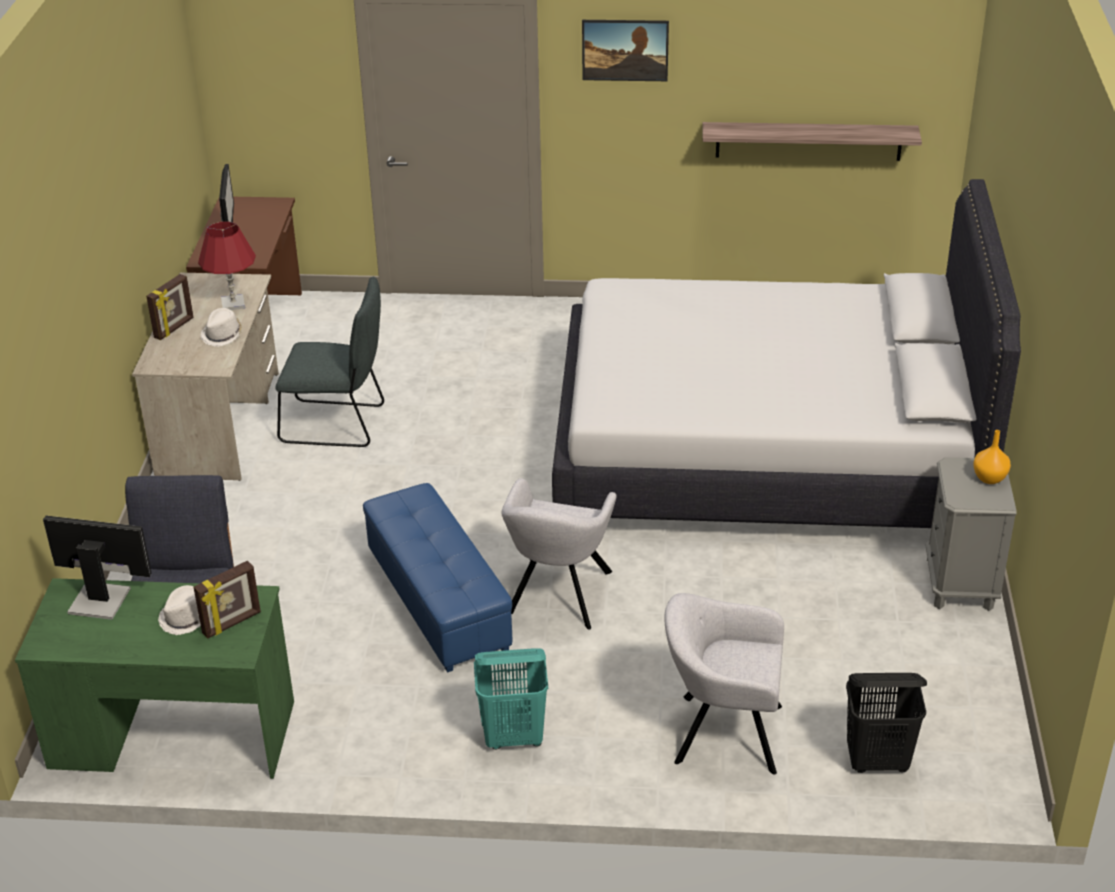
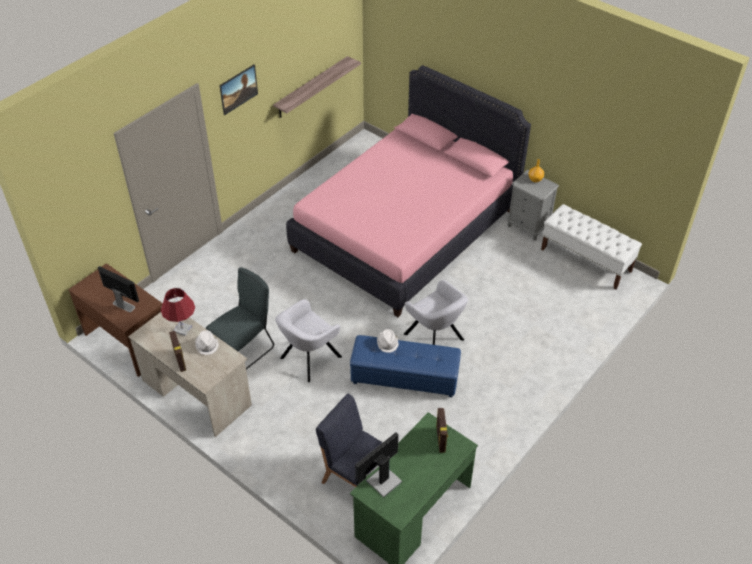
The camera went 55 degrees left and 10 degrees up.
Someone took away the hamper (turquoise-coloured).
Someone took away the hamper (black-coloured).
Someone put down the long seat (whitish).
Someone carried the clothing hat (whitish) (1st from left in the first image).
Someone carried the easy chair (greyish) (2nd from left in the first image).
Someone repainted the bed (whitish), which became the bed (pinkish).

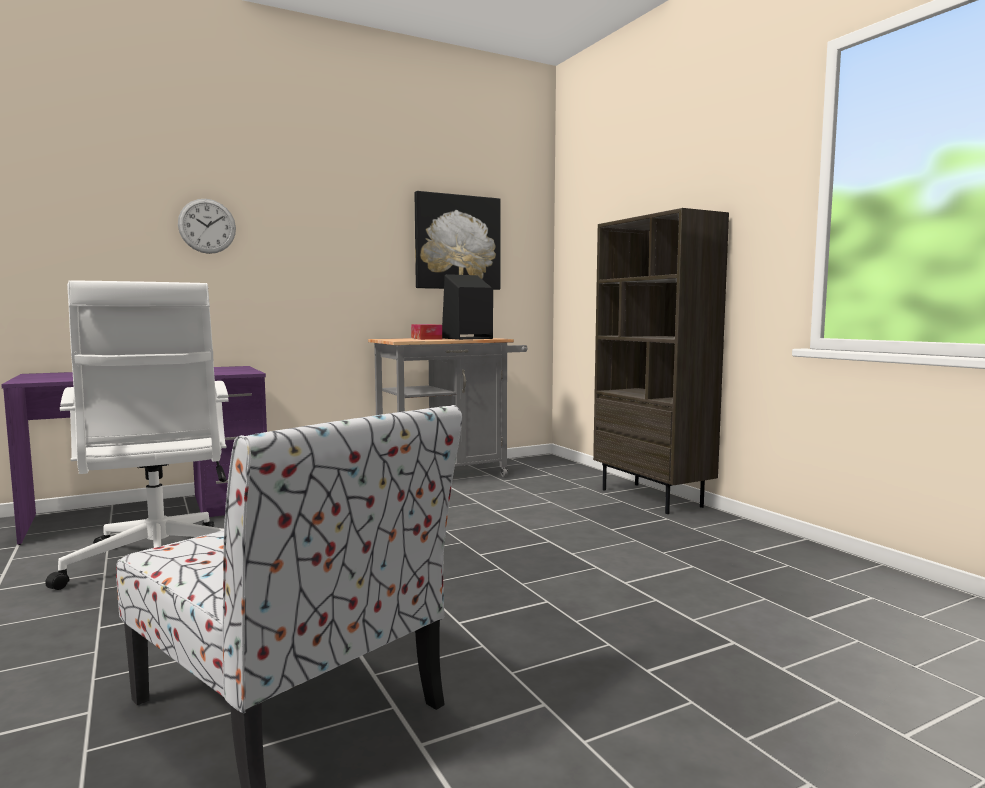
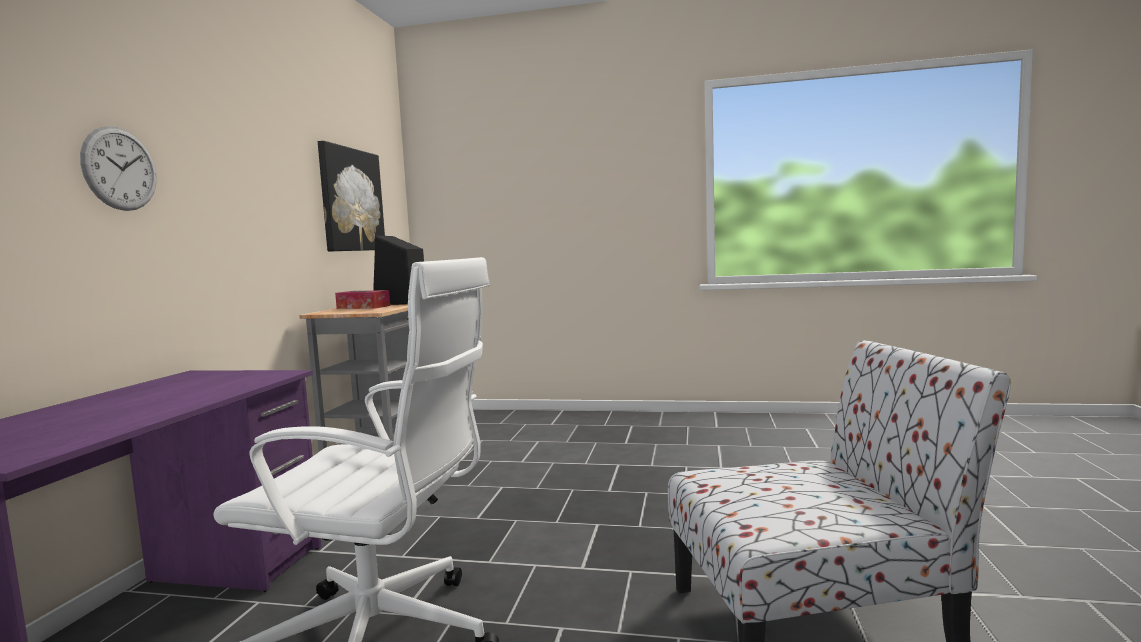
The camera went 50 degrees left and 0 degrees up.
Someone took away the bookshelf (brown).

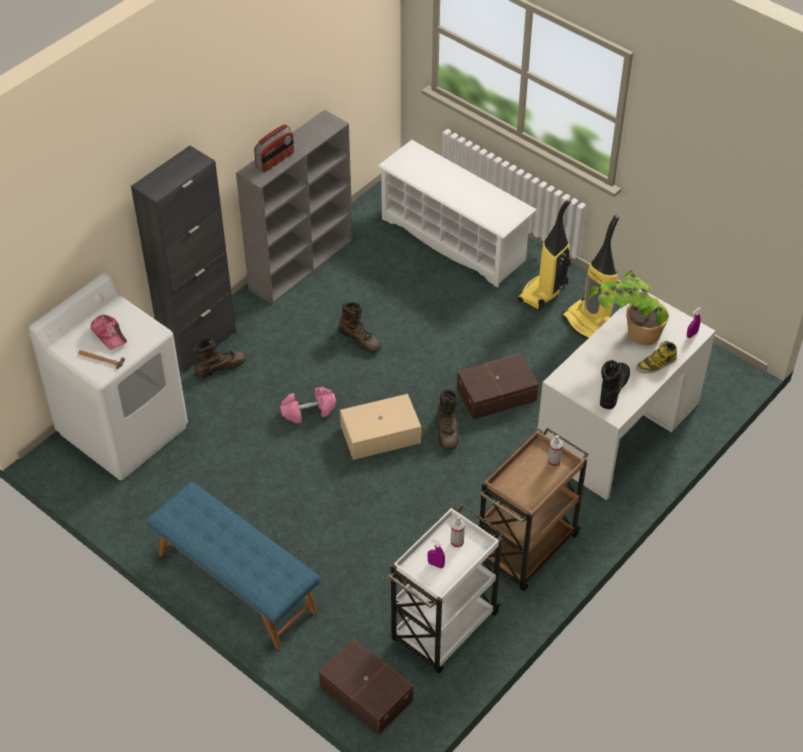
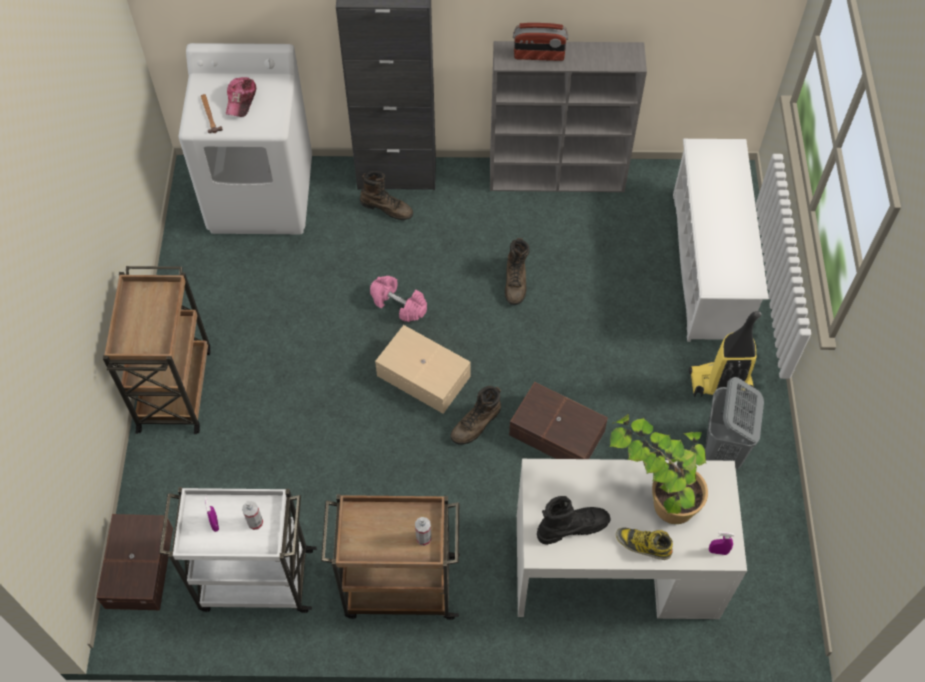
The camera went 50 degrees right and 10 degrees up.
Someone swapped the long seat (bluish) for the wheeled cart (brown) (1st from left).
Someone swapped the vacuum cleaner (2nd from left) for the hamper (greyish).

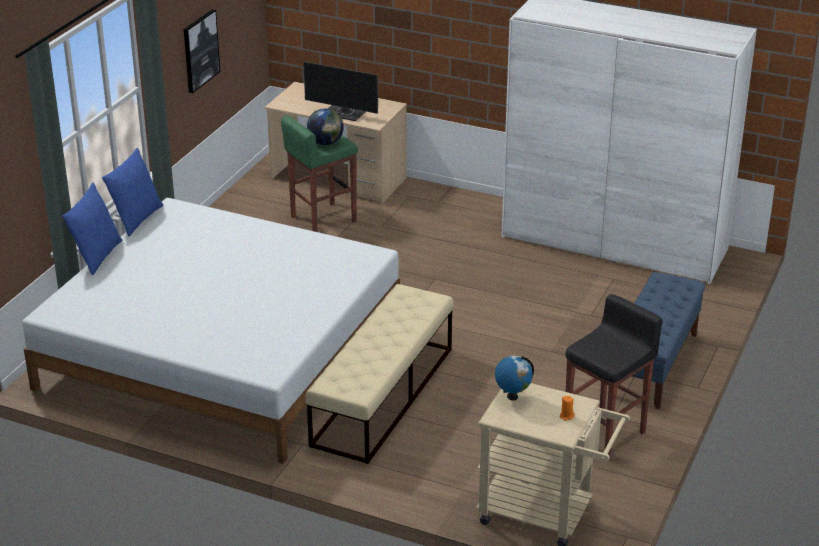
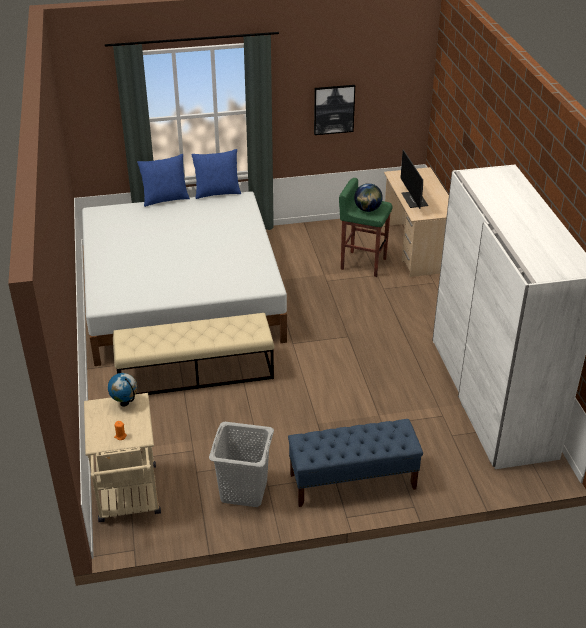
The camera went 55 degrees right and 5 degrees up.
Someone swapped the stool (black-coloured) for the hamper (greyish).

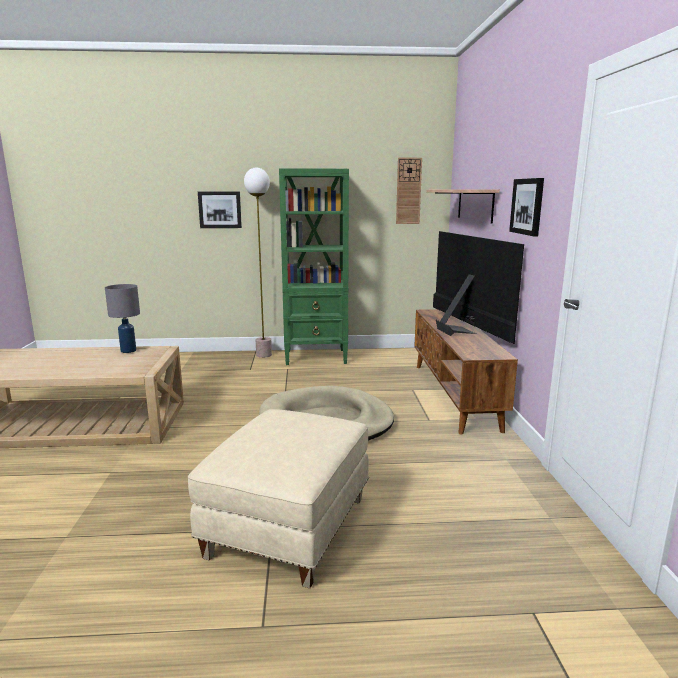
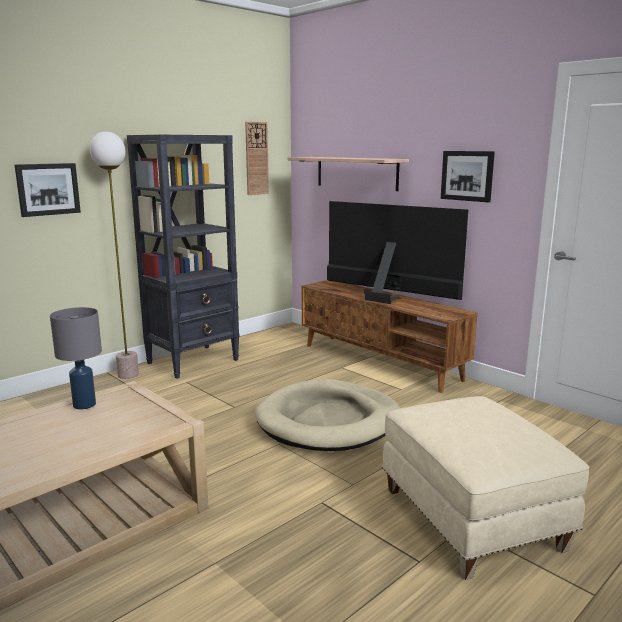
The camera went 40 degrees left and 0 degrees up.
Someone repainted the bookshelf (green), which became the bookshelf (black-coloured).

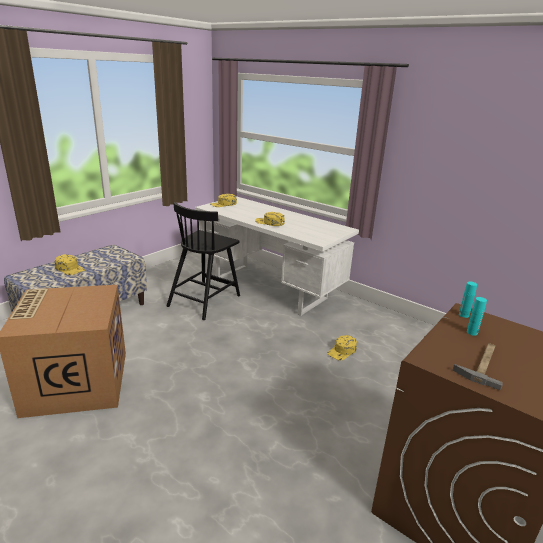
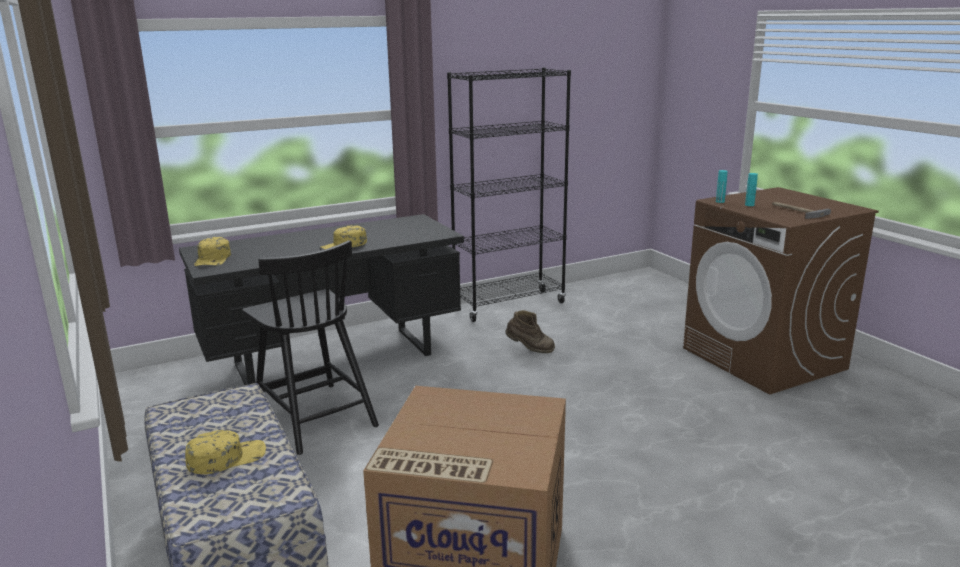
The camera went 65 degrees left and 5 degrees down.
Someone put down the bookshelf (black-coloured).
Someone swapped the peaked cap (yellow) (4th from left) for the boot (brown).
Someone repainted the desk (whitish), which became the desk (black-coloured).

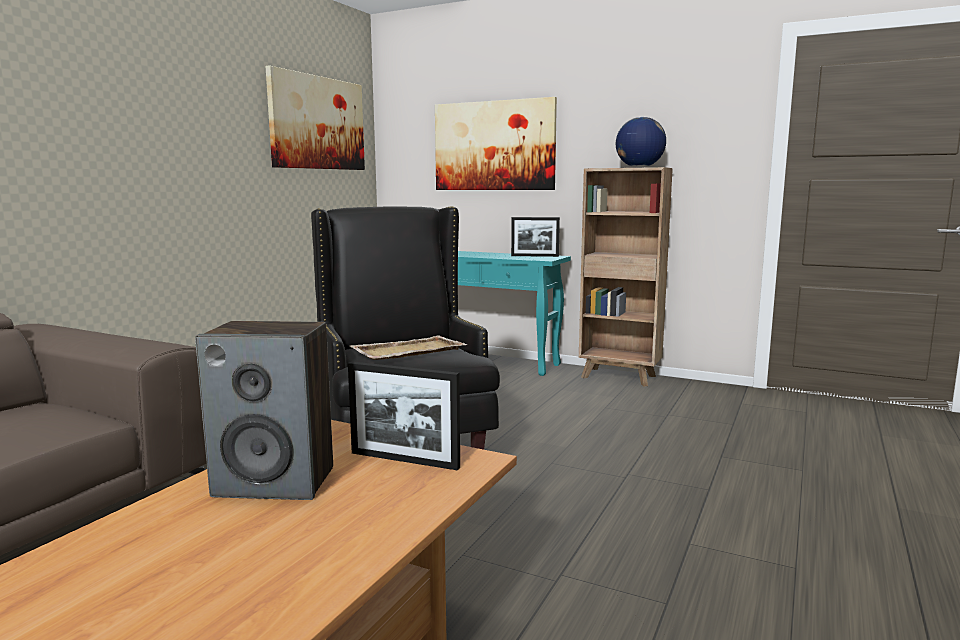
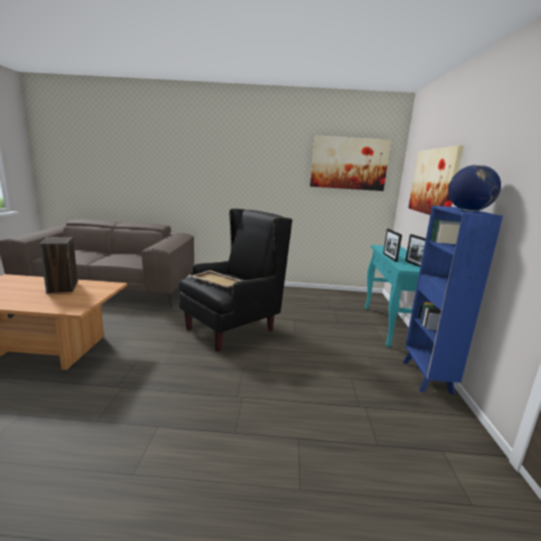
The camera went 65 degrees right and 5 degrees up.
Someone carried the standing frame (1st from left).
Someone repainted the bookshelf (brown), which became the bookshelf (bluish).

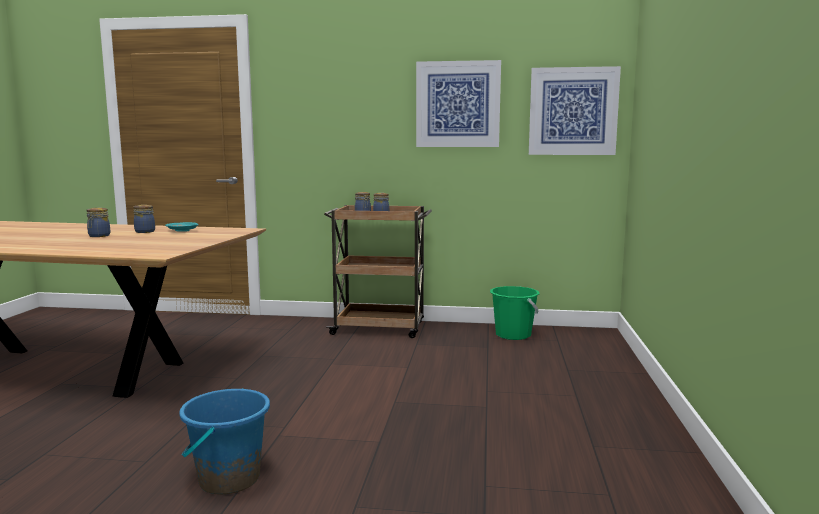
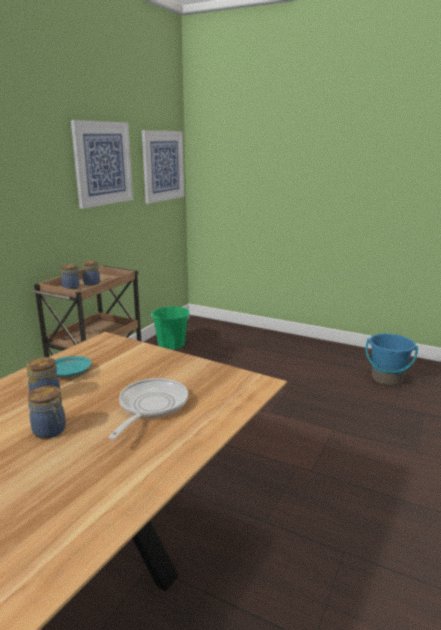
The camera went 70 degrees left and 10 degrees up.
Someone put down the pan.
Someone carried the pail (bluish).

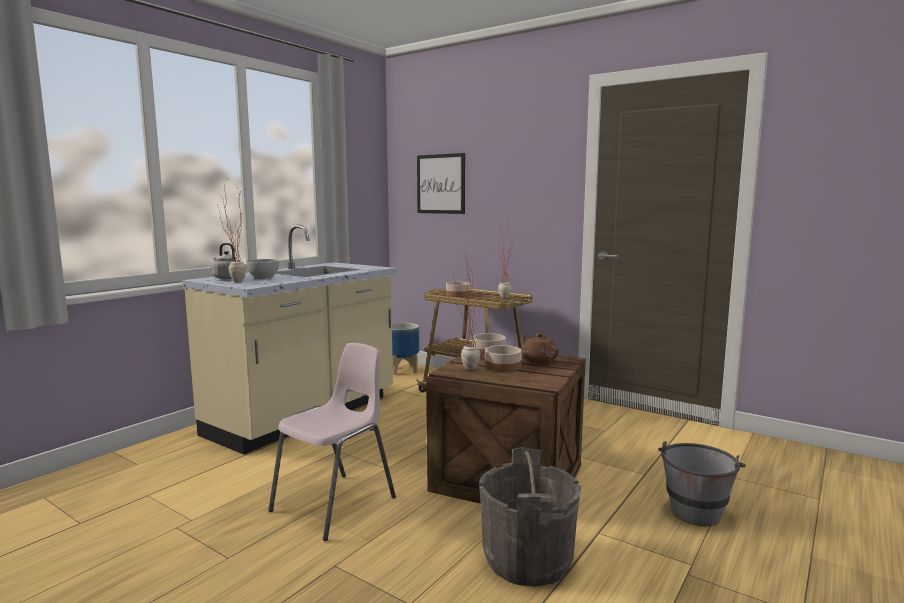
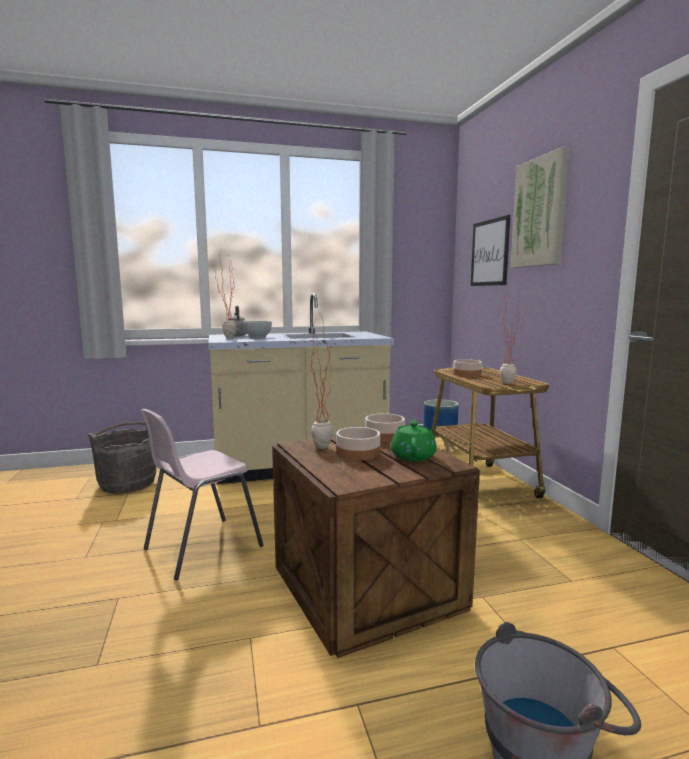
The camera went 40 degrees right and 0 degrees up.
Someone put up the wall picture (2nd from left).
Someone carried the pail (greyish) (1st from left).
Someone repainted the tea pot (brown), which became the tea pot (green).
Someone rotated the chair (pinkish) by 150 degrees clockwise.

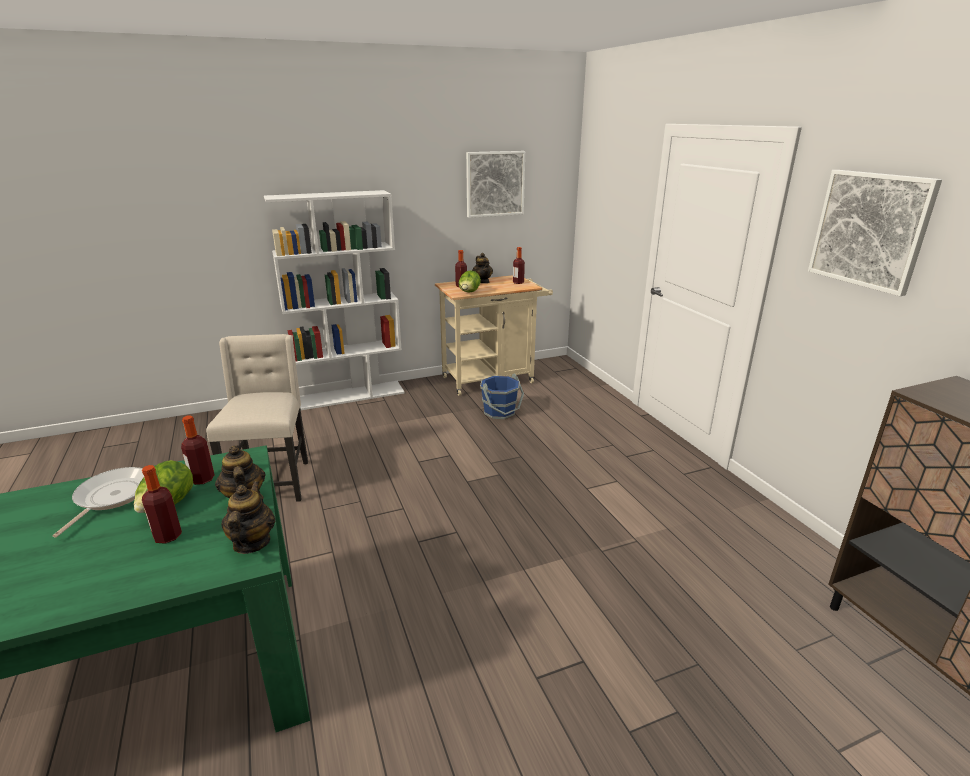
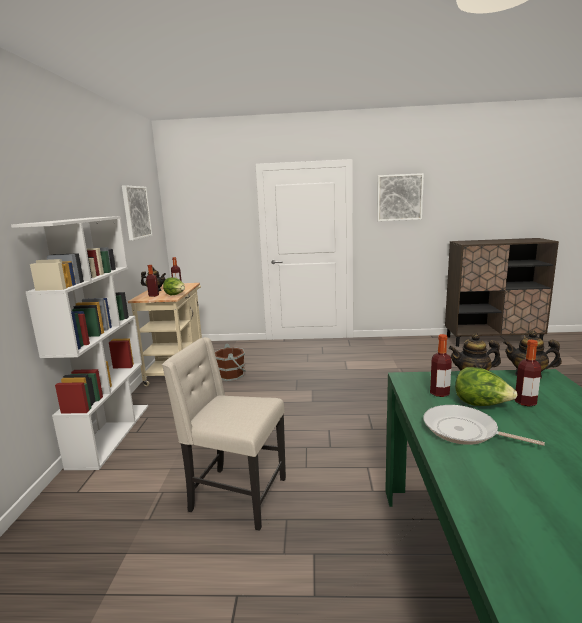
The camera went 65 degrees left and 10 degrees down.
Someone repainted the pail (bluish), which became the pail (brown).

